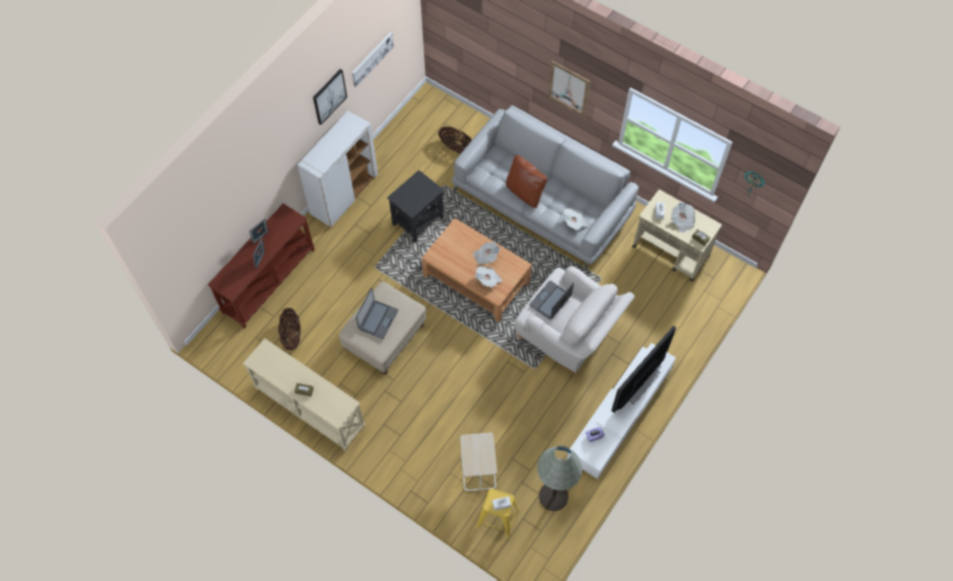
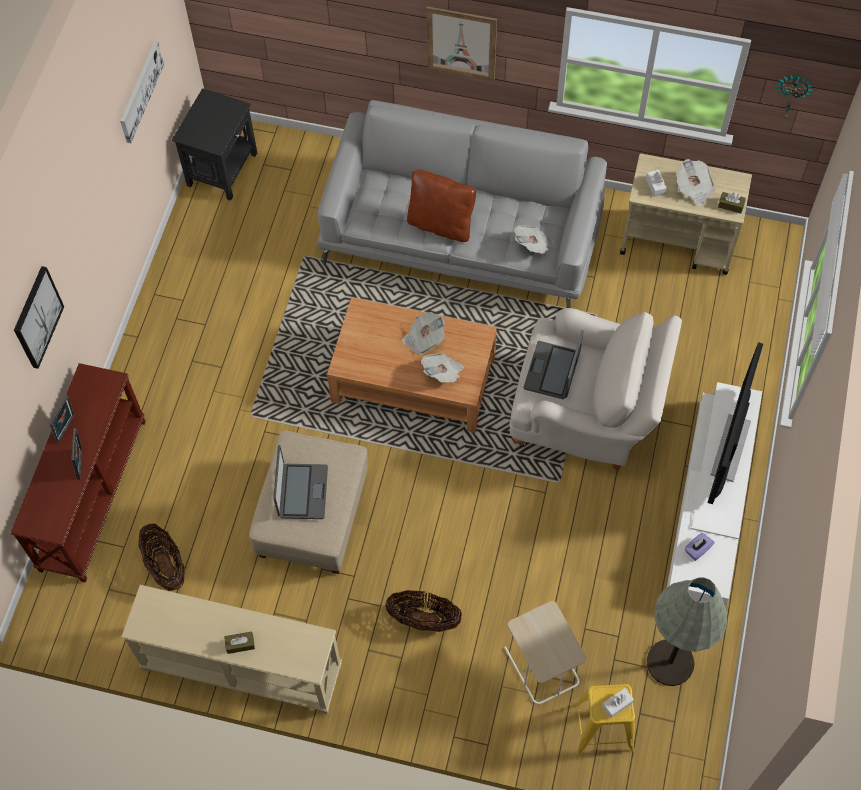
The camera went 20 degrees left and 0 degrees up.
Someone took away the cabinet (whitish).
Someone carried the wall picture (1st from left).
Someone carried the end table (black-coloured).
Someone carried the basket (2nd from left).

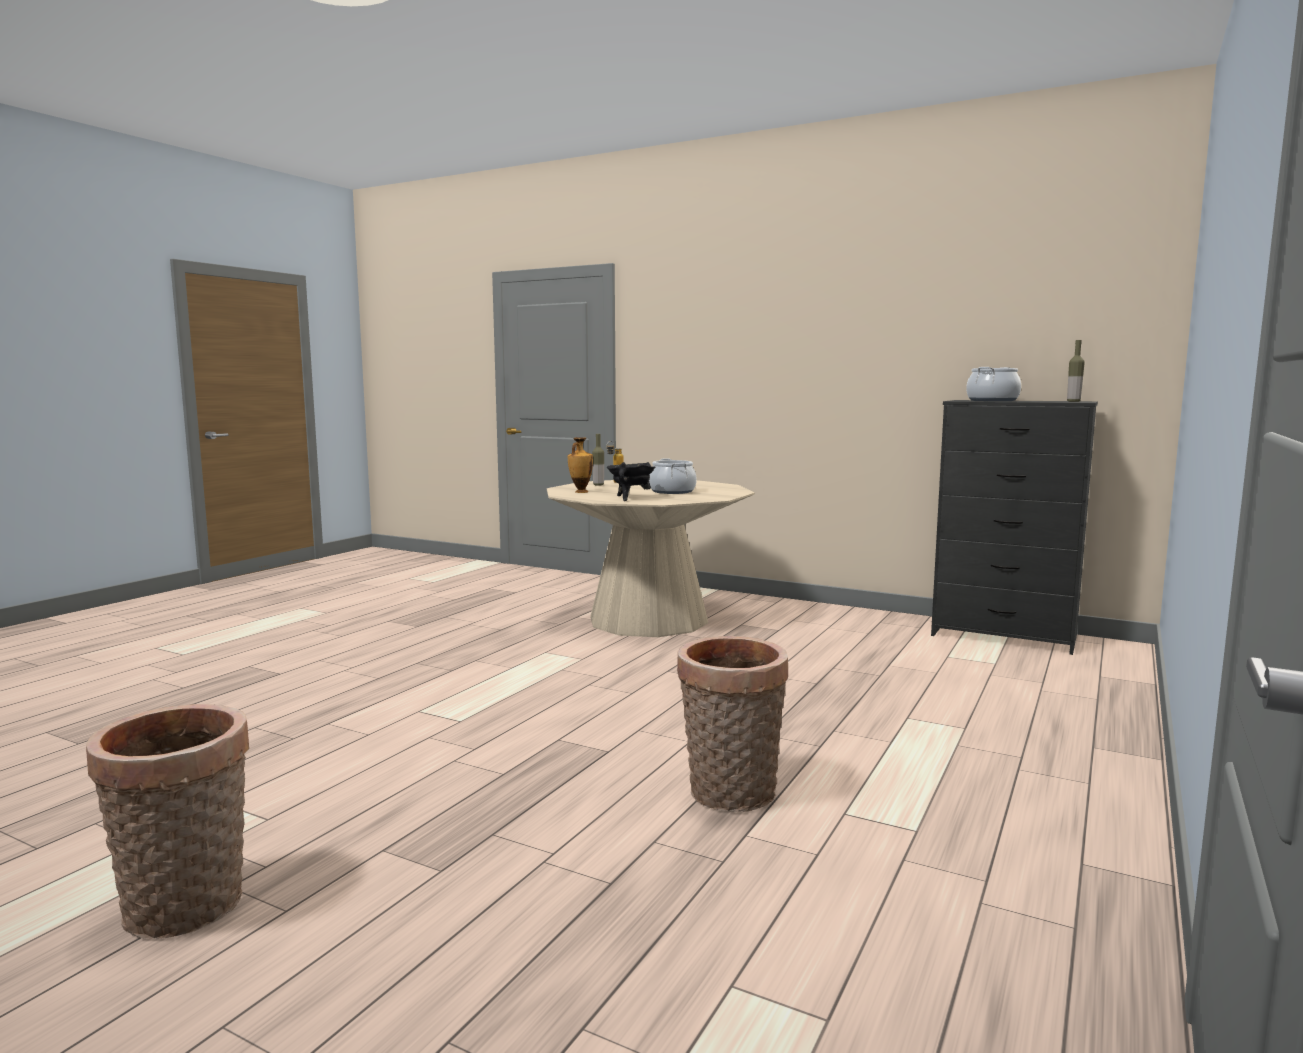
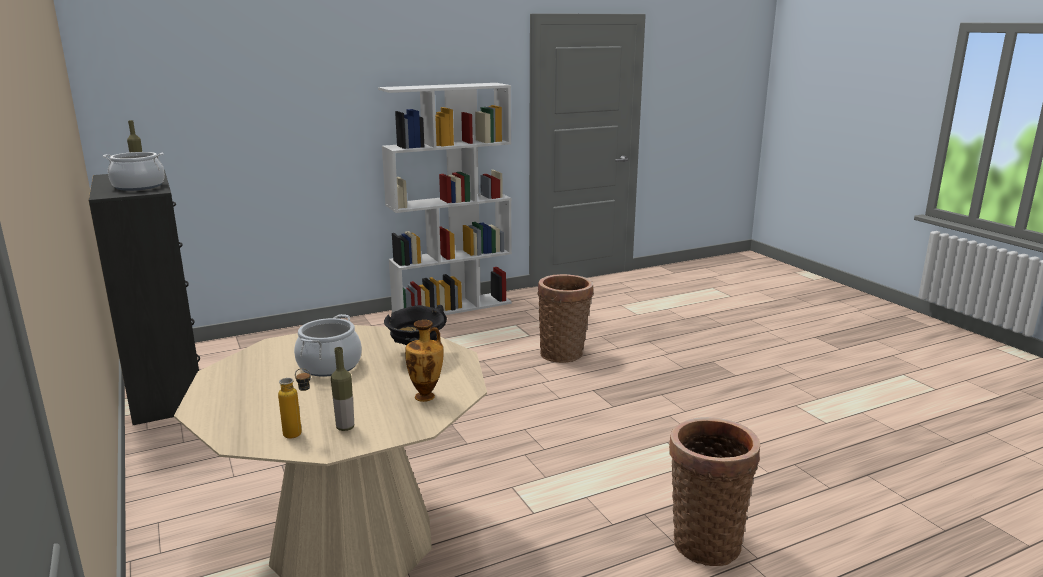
The camera went 145 degrees left and 10 degrees up.
Someone put down the bookshelf (whitish).
Someone carried the basket (1st from left in the first image).

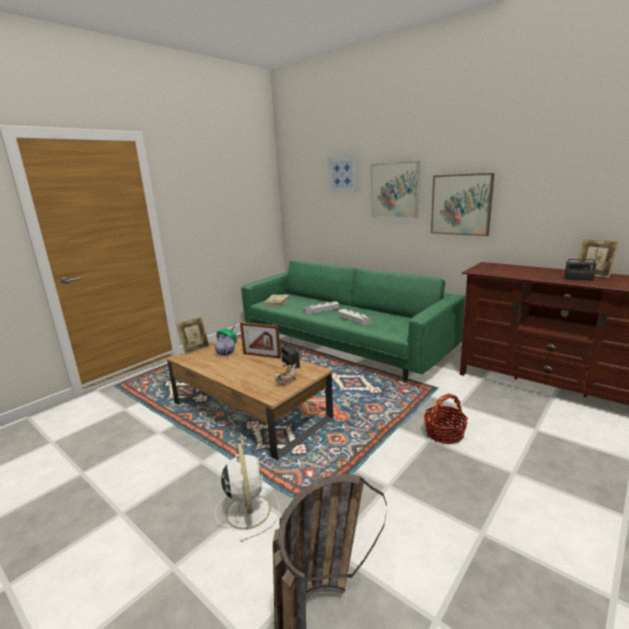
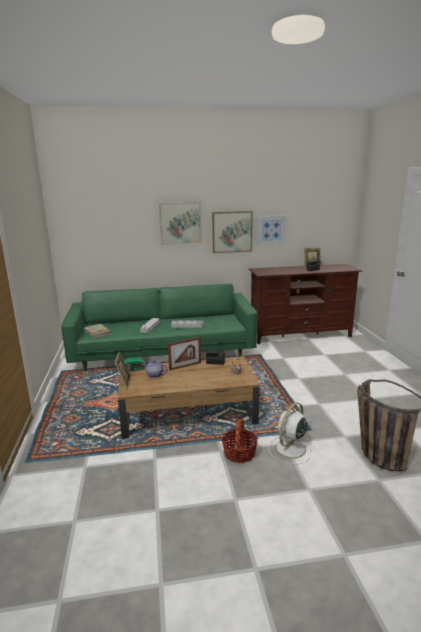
The camera went 50 degrees left and 0 degrees up.
Someone carried the wall picture (1st from left in the first image).
Someone carried the basket (2nd from left in the first image).
Someone rotated the fan (whitish) by 75 degrees counterclockwise.

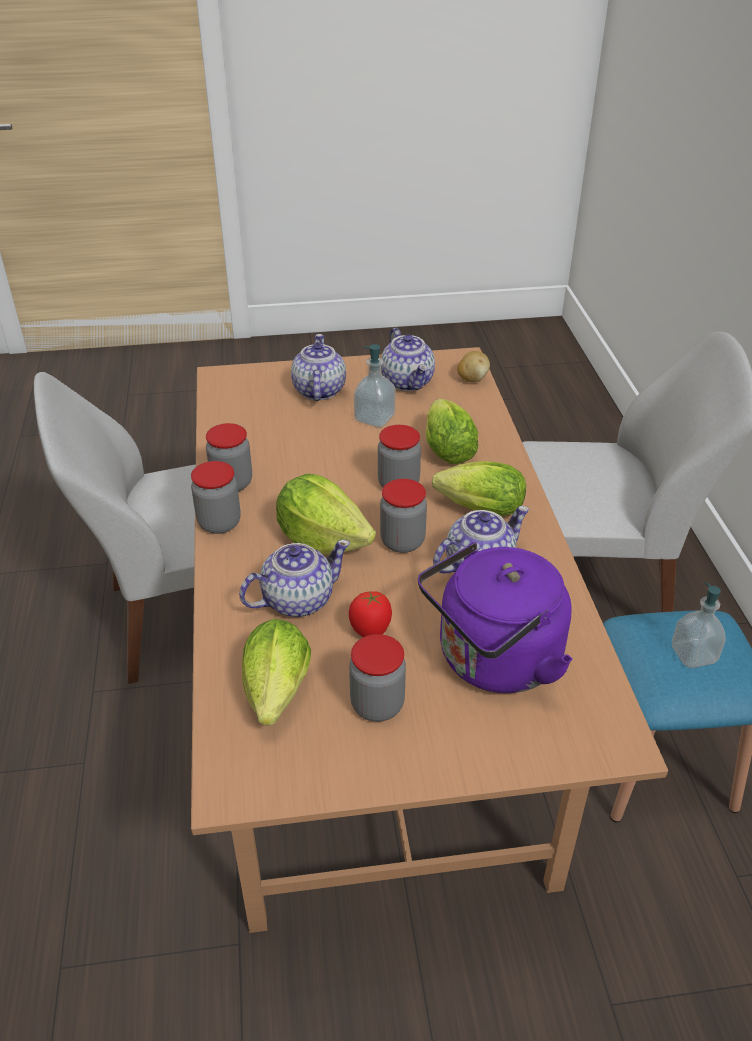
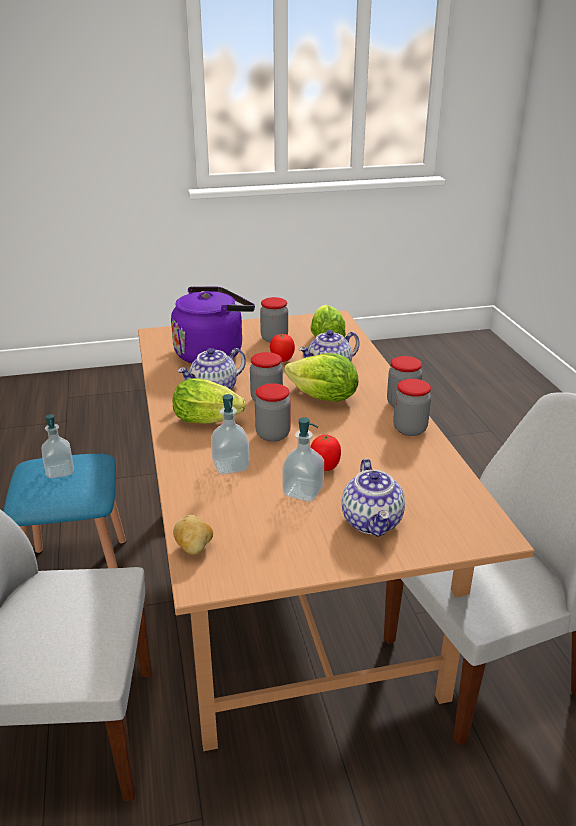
The camera went 175 degrees right and 10 degrees down.
Someone took away the tea pot (3rd from left).
Someone put down the fresh tomato (2nd from left).
Someone swapped the lettuce (3rd from left) for the soap bottle (2nd from left).

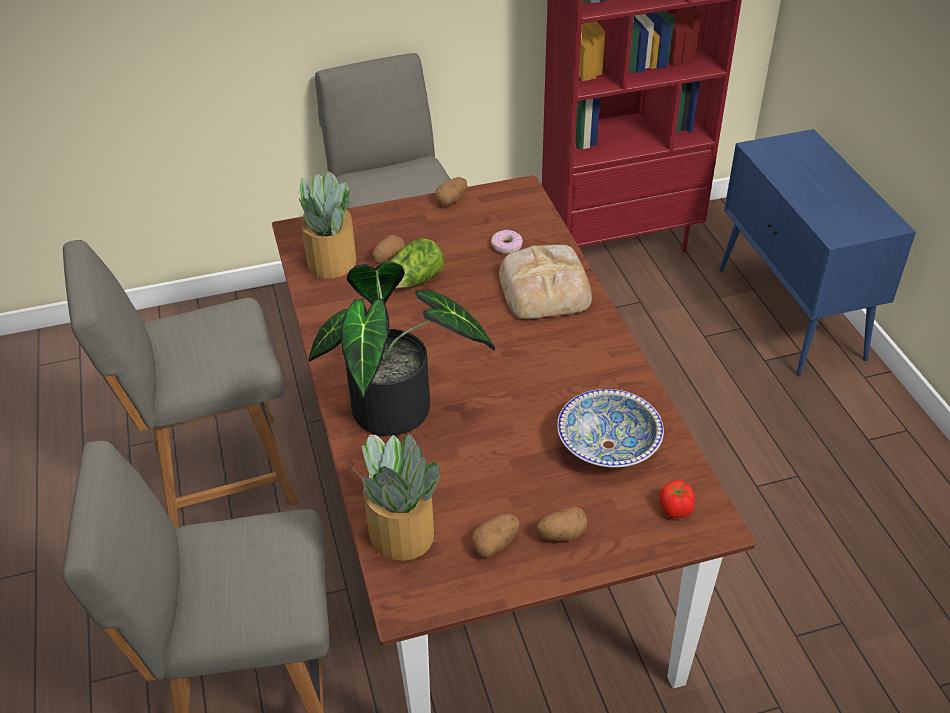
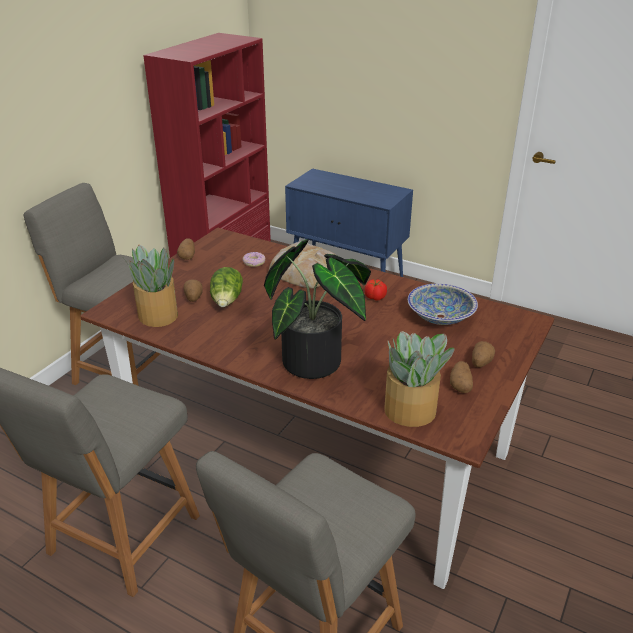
The camera went 45 degrees left and 10 degrees down.
Someone carried the fresh tomato.

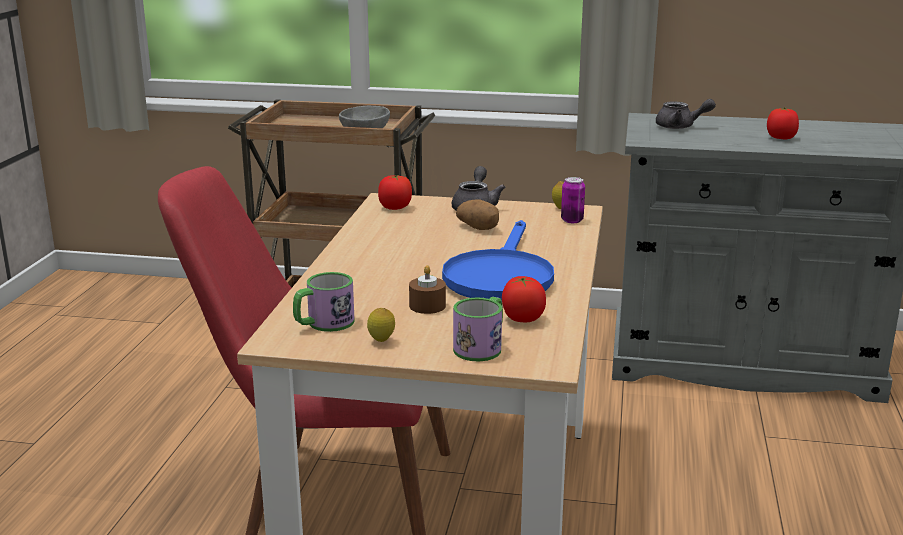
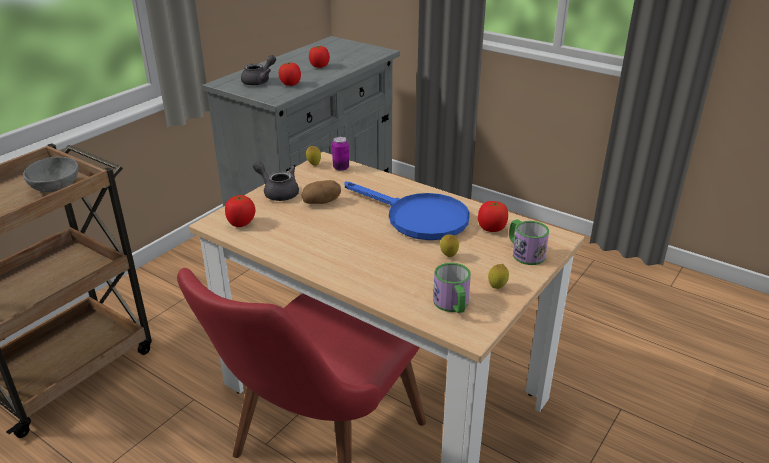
The camera went 65 degrees left and 10 degrees up.
Someone put down the fresh tomato (2nd from left).
Someone swapped the candle (brown) for the citrus fruit (2nd from left).

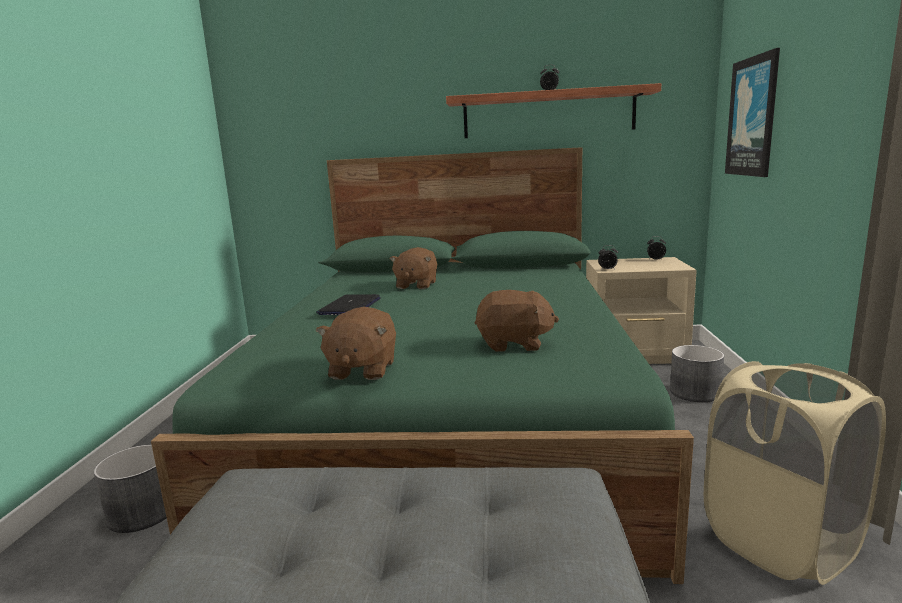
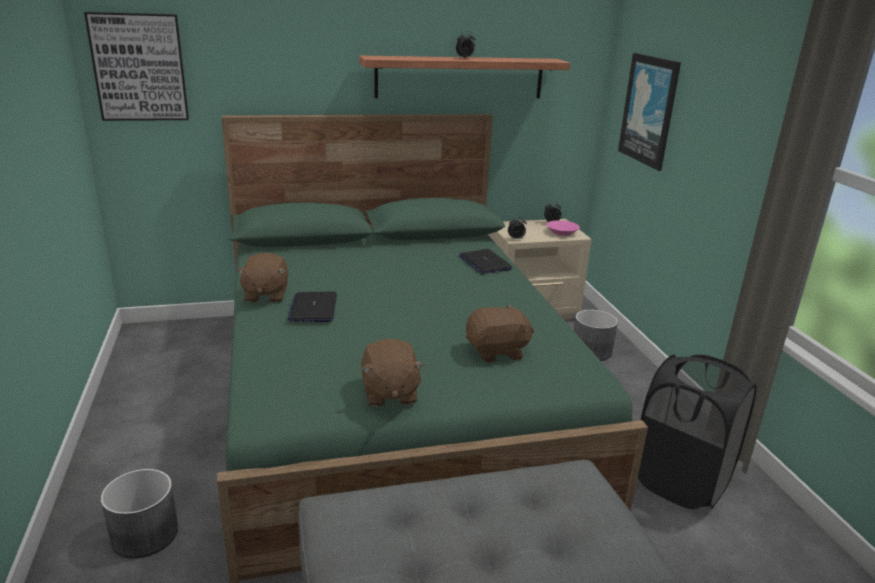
The camera went 20 degrees left and 10 degrees up.
Someone put up the wall picture (1st from left).
Someone put down the laptop (2nd from left).
Someone put down the serving bowl (pinkish).
Someone carried the cuddly toy (brown) (2nd from left in the first image).
Someone repainted the hamper (sand-coloured), which became the hamper (black-coloured).

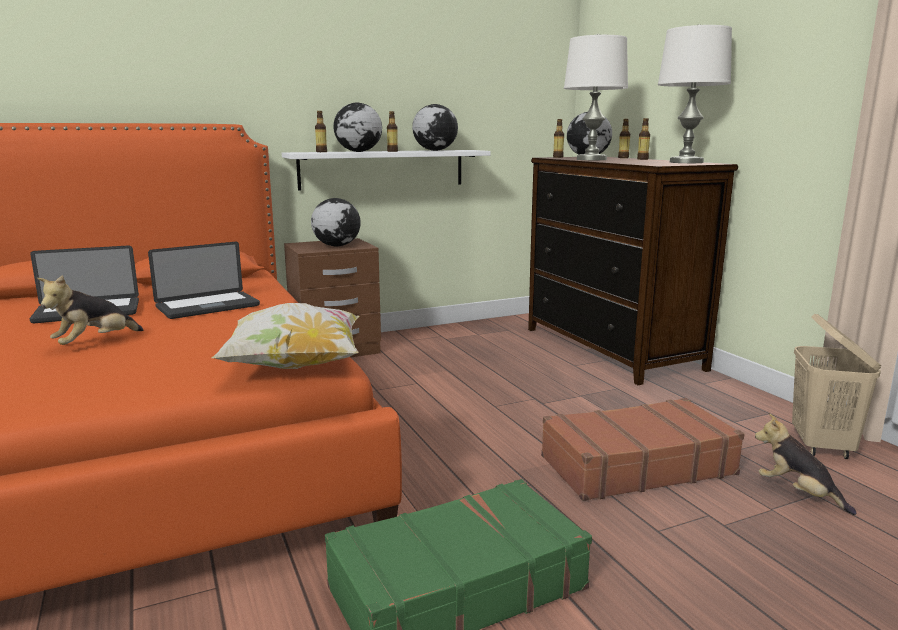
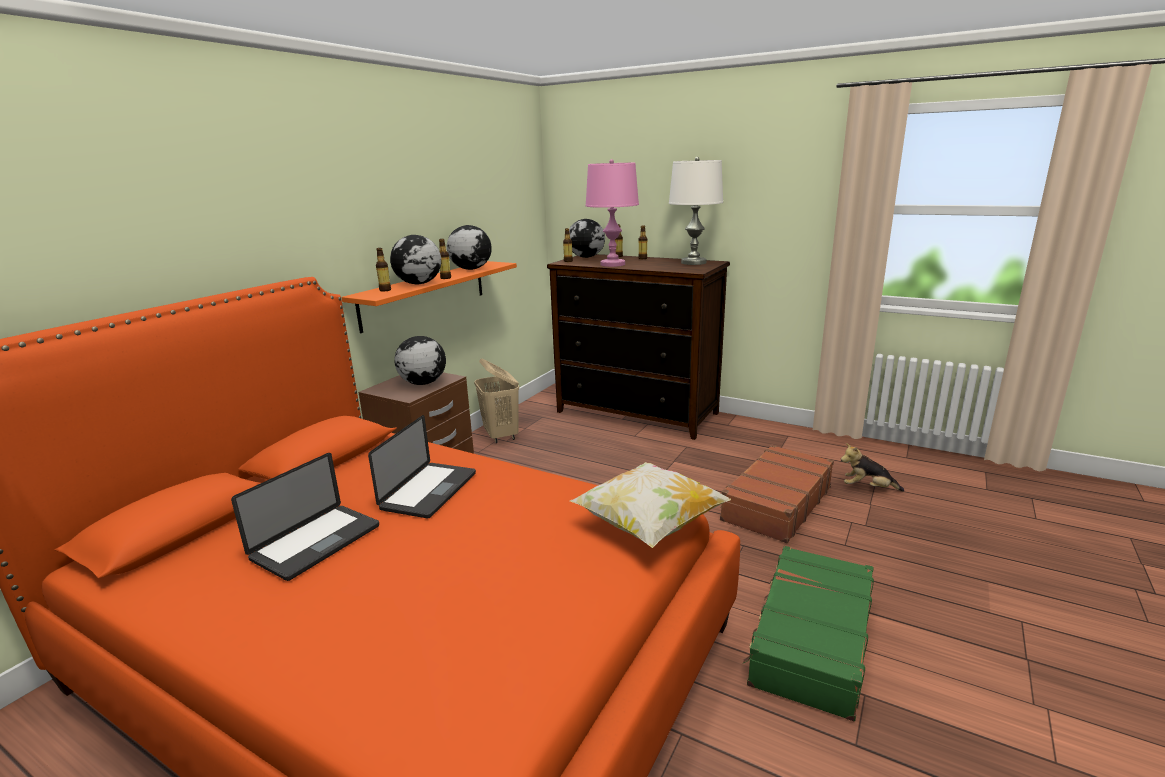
The camera went 35 degrees left and 5 degrees up.
Someone took away the cuddly toy (1st from left).
Someone carried the hamper (sand-coloured).
Someone repainted the bracket shelf (whitish), which became the bracket shelf (orange).
Someone repainted the tabletop lamp (whitish) (1st from left), which became the tabletop lamp (pinkish).

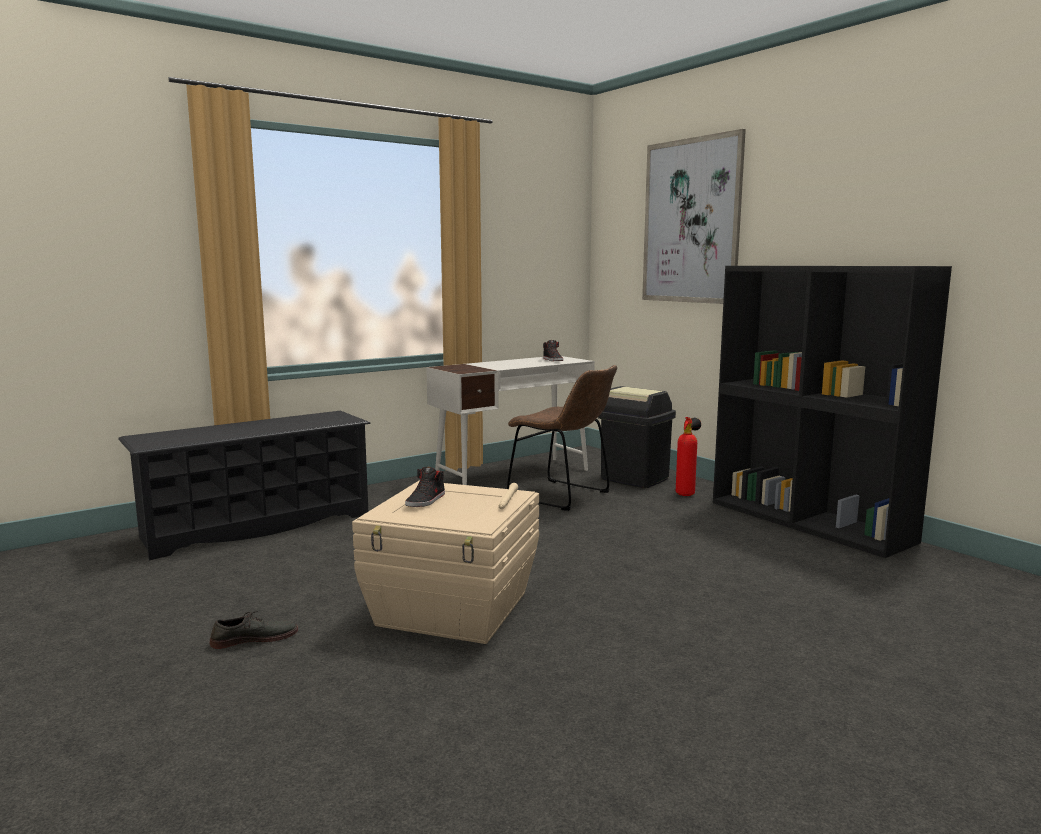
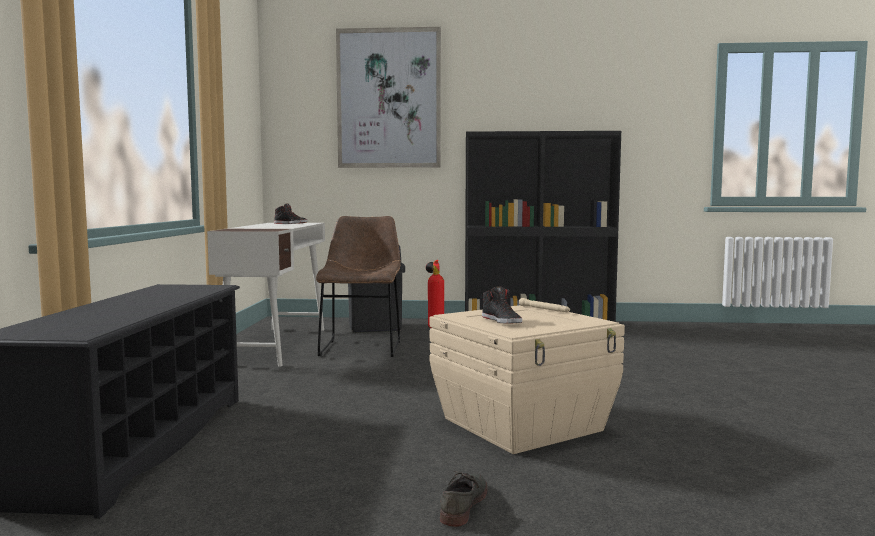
The camera went 50 degrees left and 5 degrees down.
Someone rotated the chair (brown) by 75 degrees counterclockwise.

